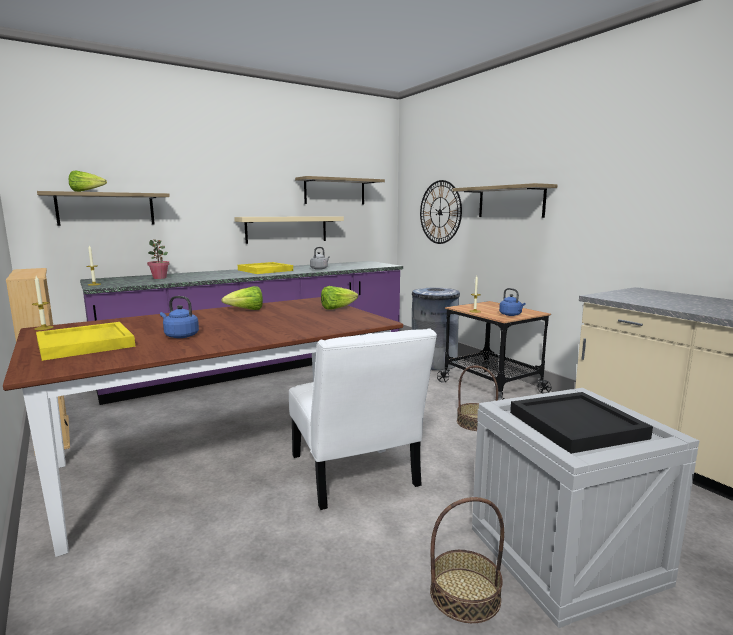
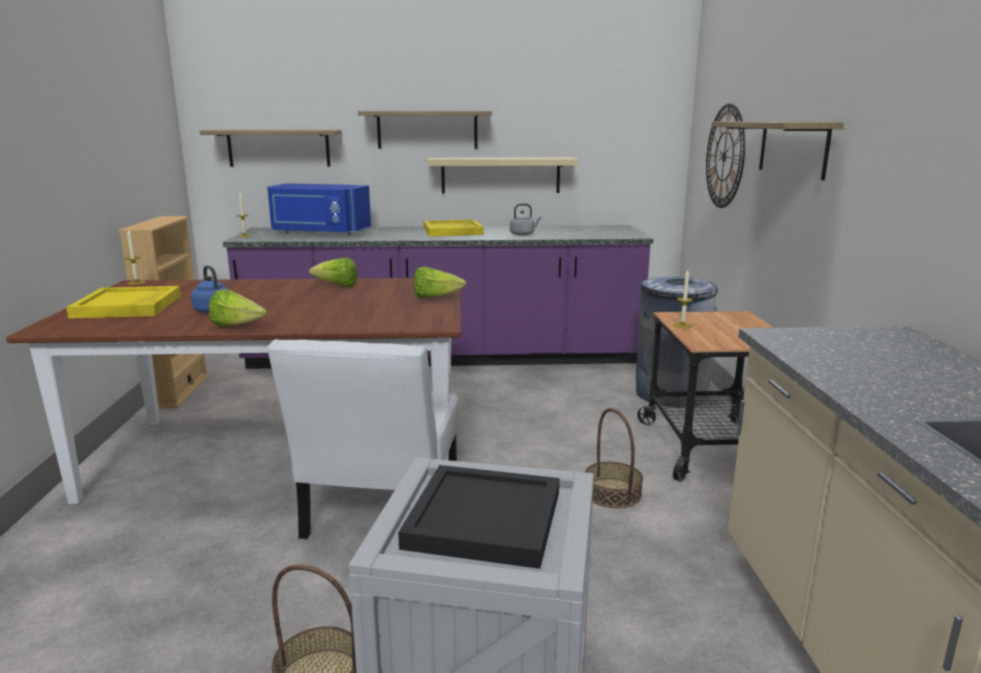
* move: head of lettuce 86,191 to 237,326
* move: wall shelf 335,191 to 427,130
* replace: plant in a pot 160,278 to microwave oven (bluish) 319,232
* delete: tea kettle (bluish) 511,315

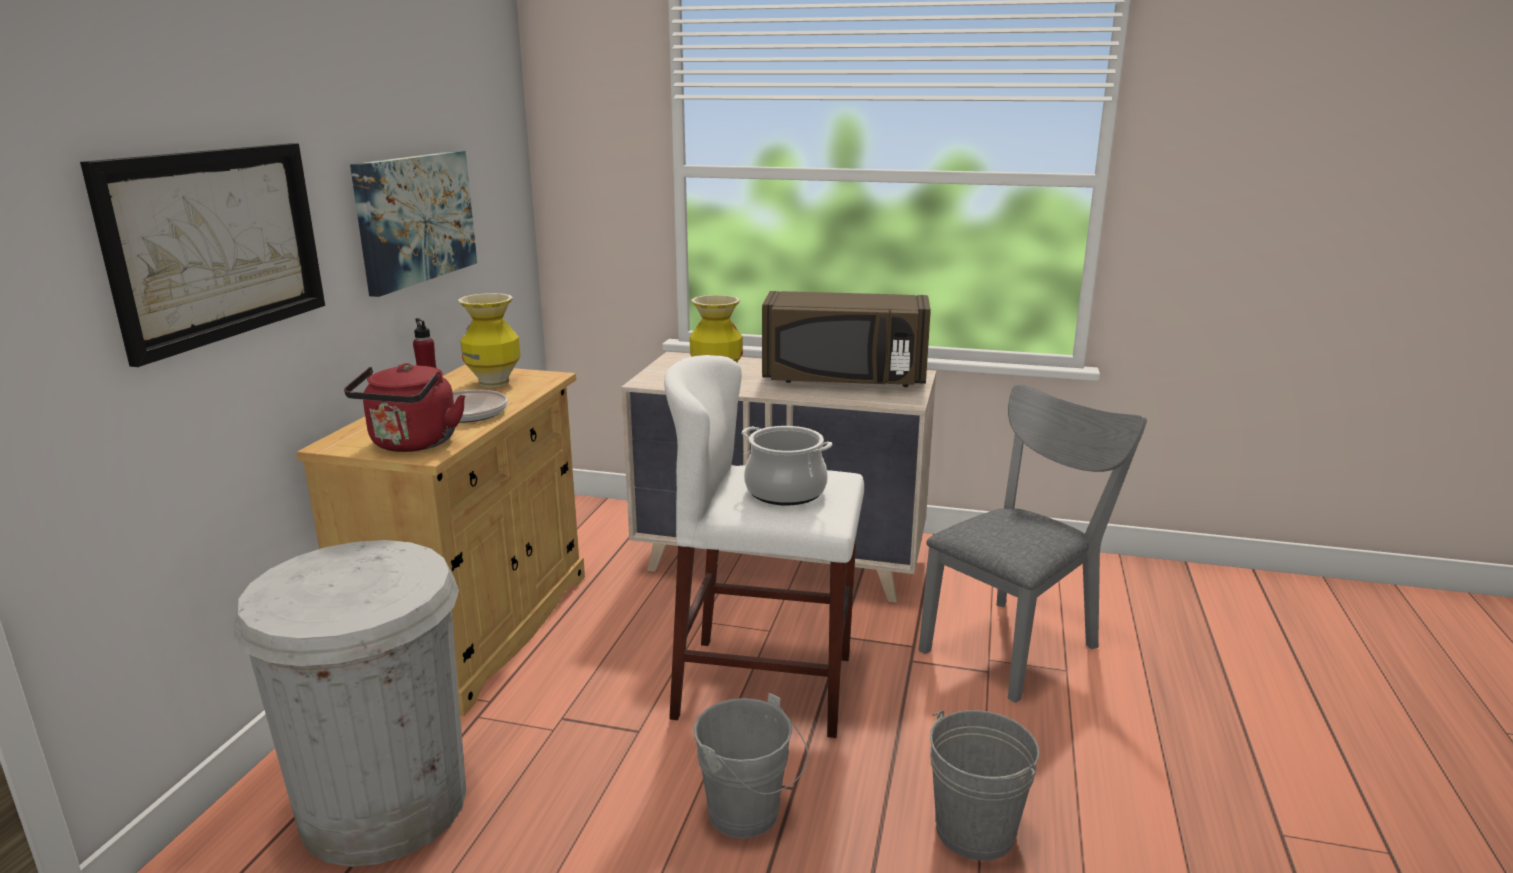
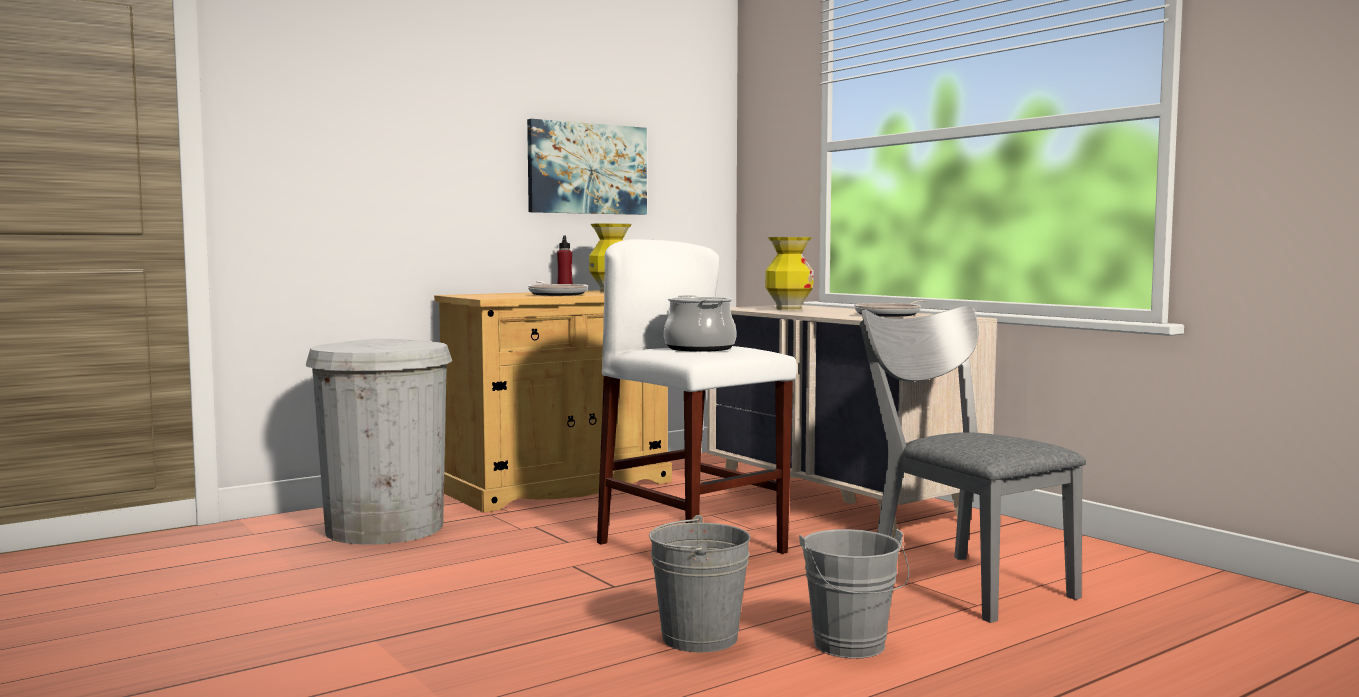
* delete: wall art 217,244
* replace: microwave oven (brown) 844,379 to pan 890,315
* delete: tea kettle (red) 412,444
* rotate: chair (gray) 1016,643 = 961,582 120 degrees counterclockwise
* move: bucket (gray) 749,817 to 852,648

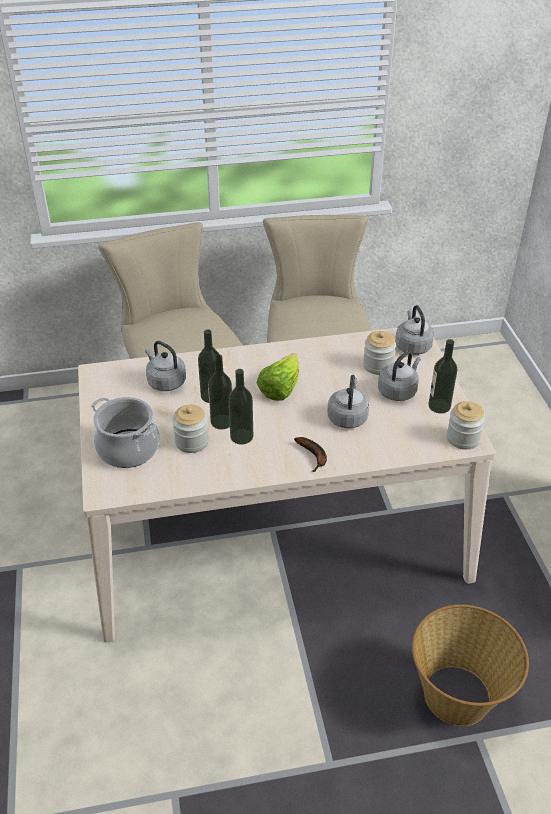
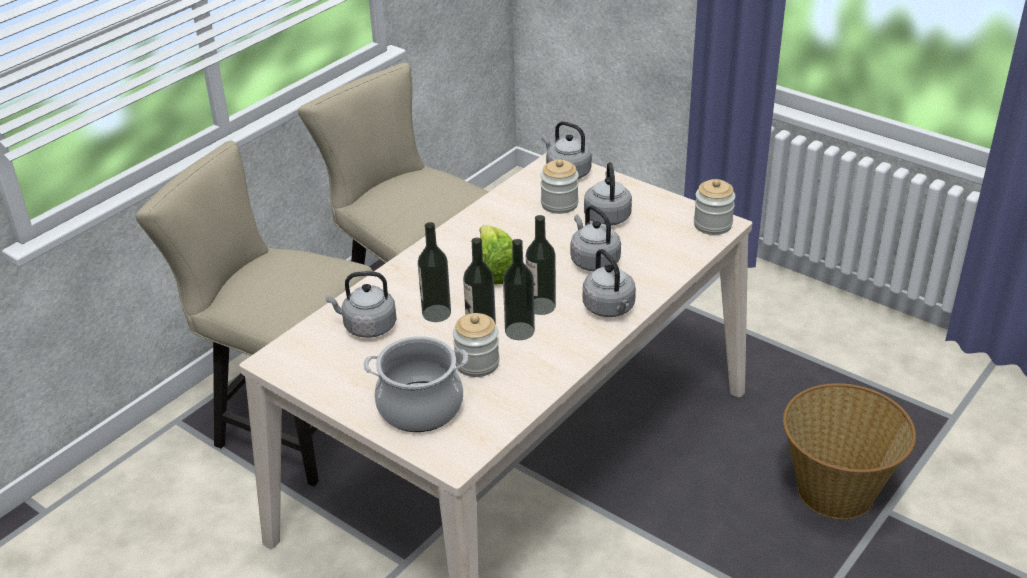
* move: drink bottle 439,406 to 541,306
* replace: banana fruit 314,456 to tea kettle (gray) 610,309

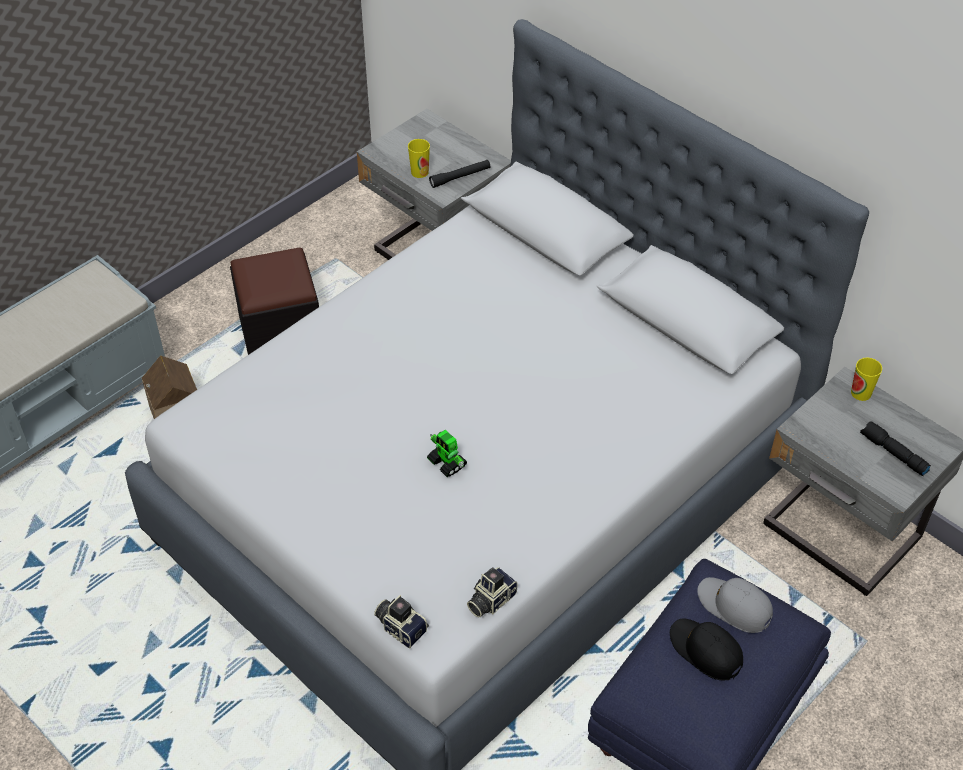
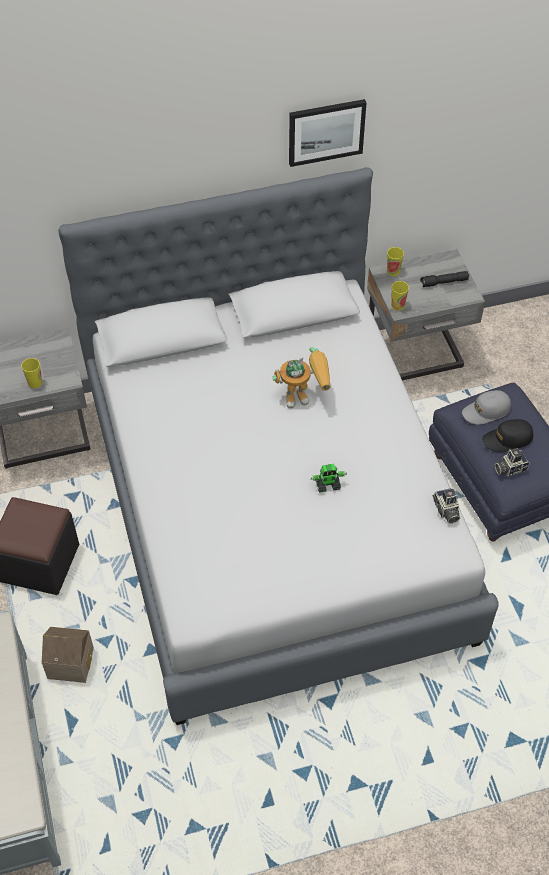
* delete: hand torch (black-coloured) 460,177
* move: photo camera 401,627 to 509,468
* insert: wall art 326,131
* insert: cup 398,305
* insert: model robot 304,395

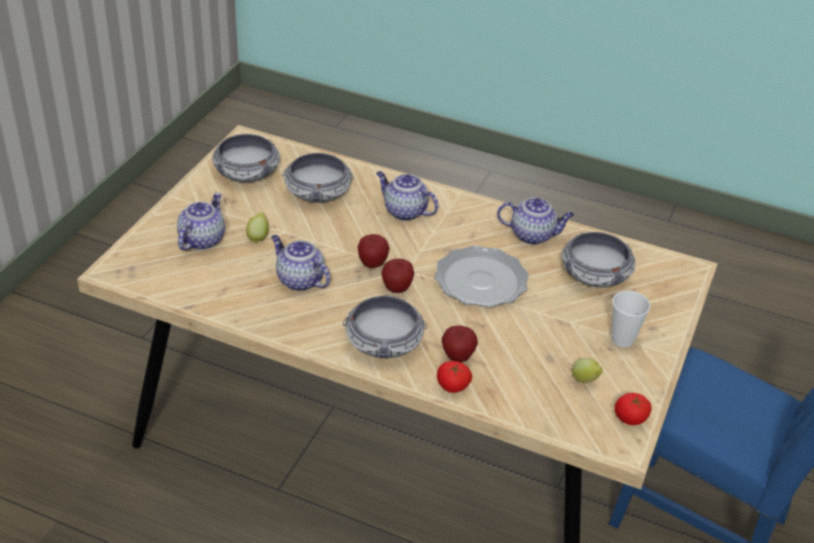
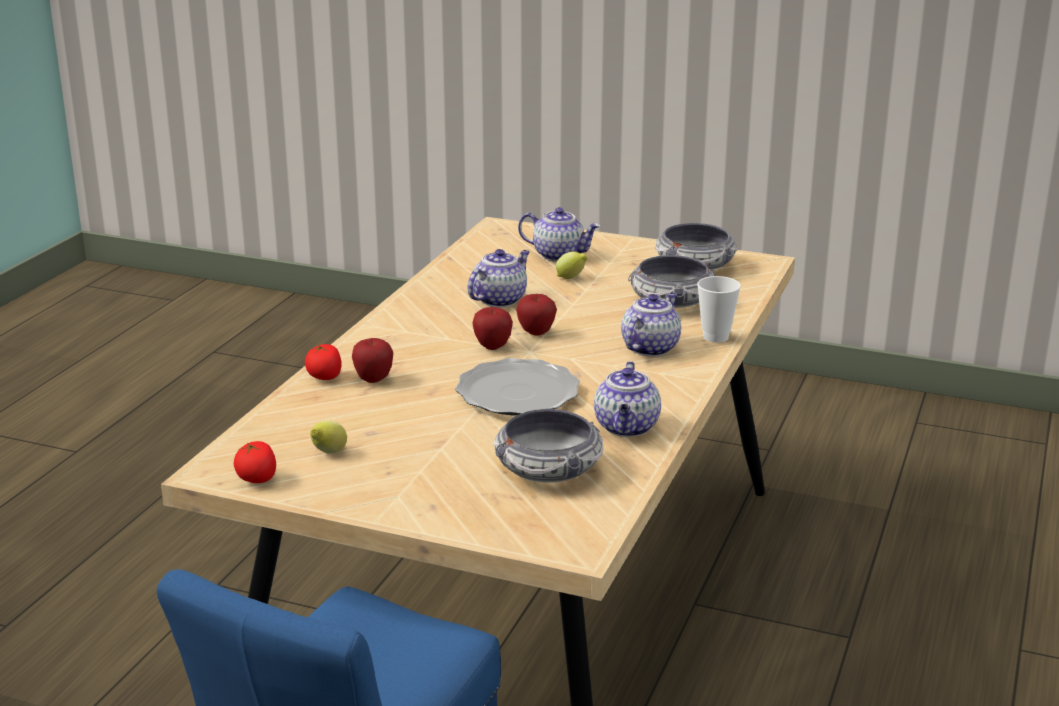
* move: cup 622,339 to 715,337
* delete: deep dish 384,342

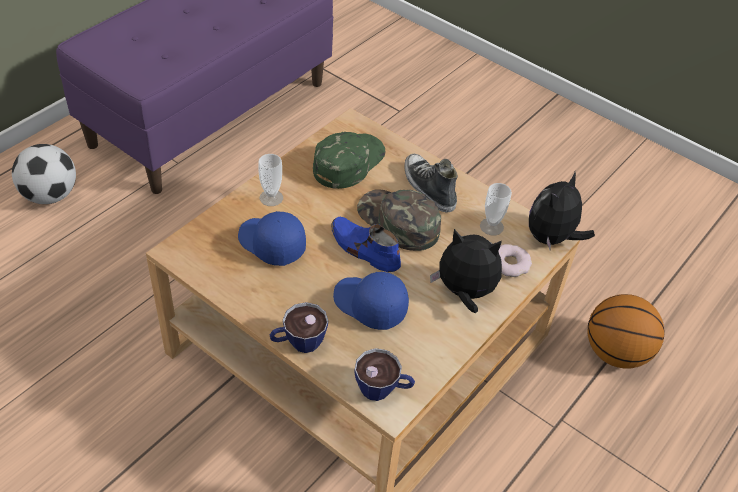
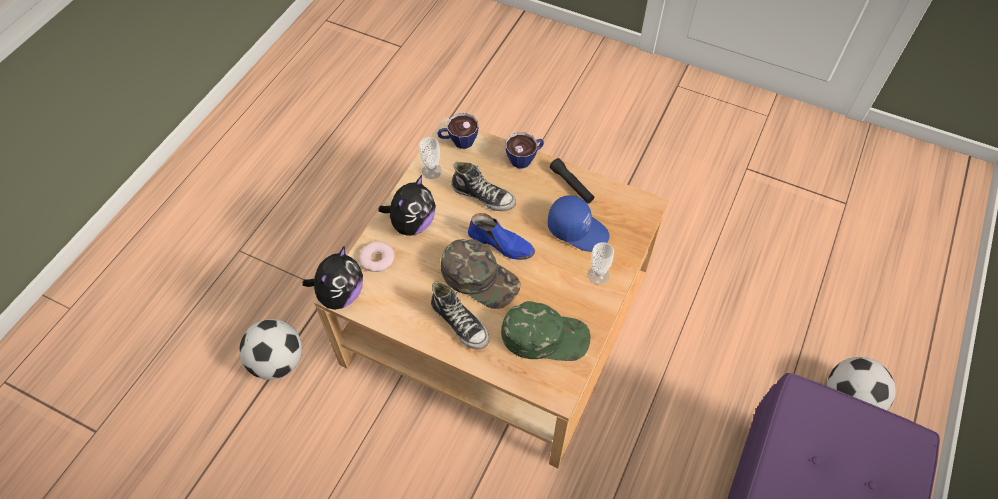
* rotate: peaked cap (green-coloured) 348,162 = 545,336 105 degrees counterclockwise
* move: cup 491,226 to 432,171
* rotate: soft toy 464,293 = 412,224 60 degrees counterclockwise
* replace: peaked cap (bluish) 369,306 to shoe 483,196
* replace: basketball ball 616,353 to ball for football 278,361
* insert: hand torch (black-coloured) 571,185

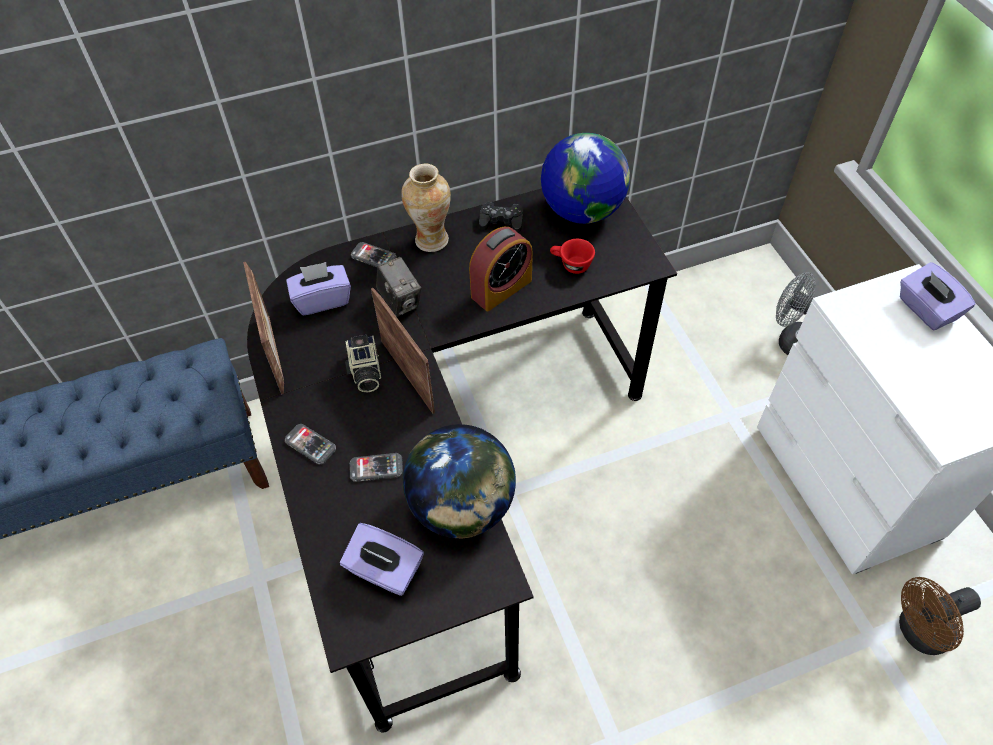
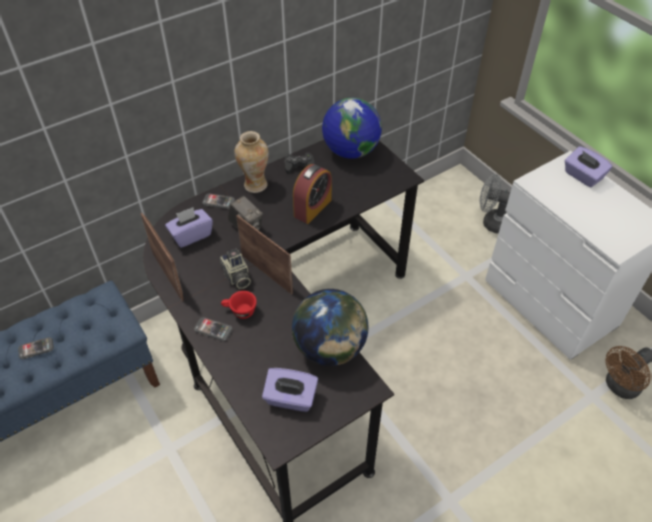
* move: cup (red) 571,265 to 240,311
* move: phone 376,468 to 36,349

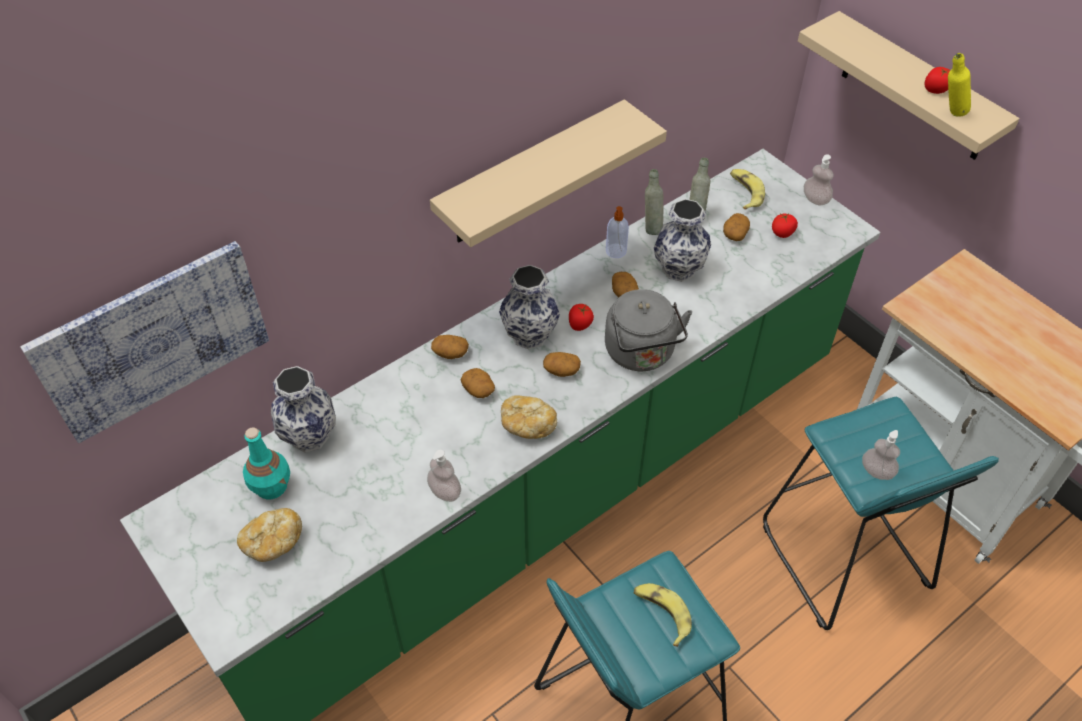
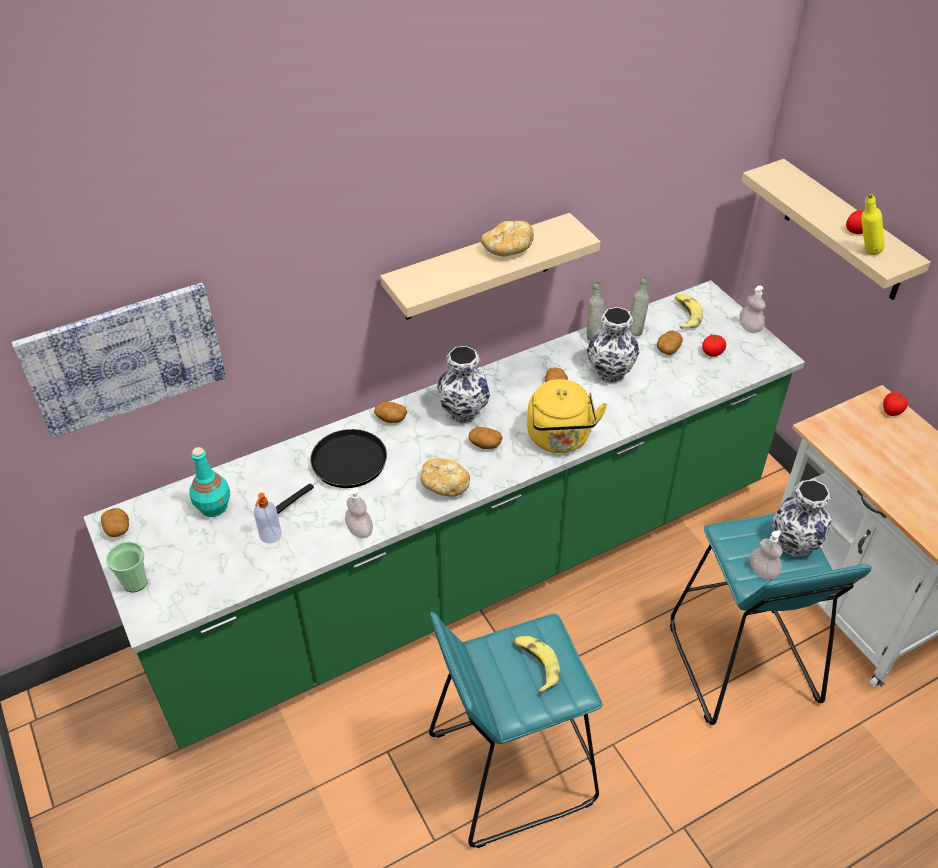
* move: liquid soap bottle 616,251 to 270,535
* recolor: tea kettle (gray) 641,354 to tea kettle (yellow) 560,439
* move: fresh tomato 580,324 to 891,411
* move: decorative vase 309,437 to 794,544
* move: whole potato 479,389 to 118,529
* move: baked bread 273,542 to 507,250
* insert: pan (black-coloured) 344,466
* insert: cup 135,582

